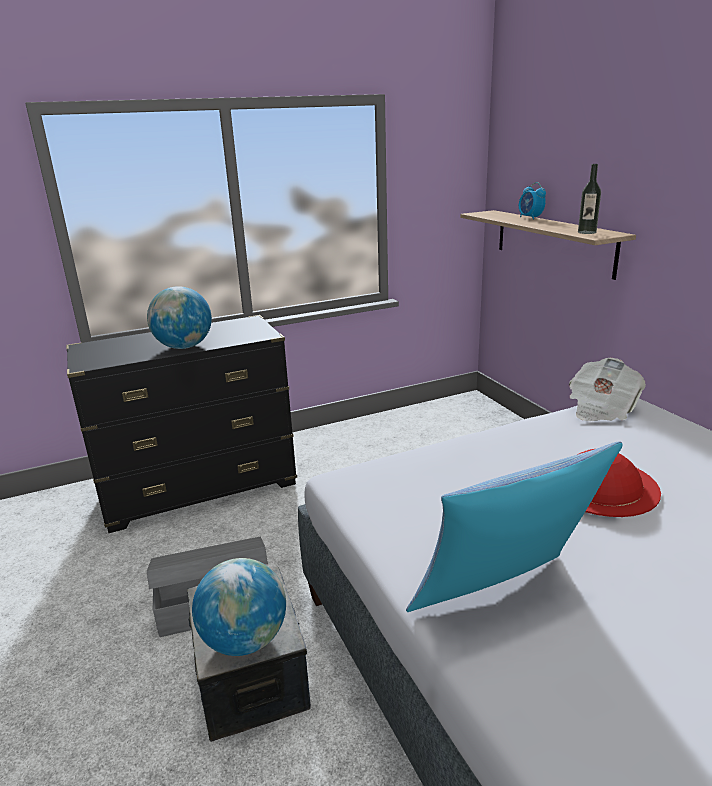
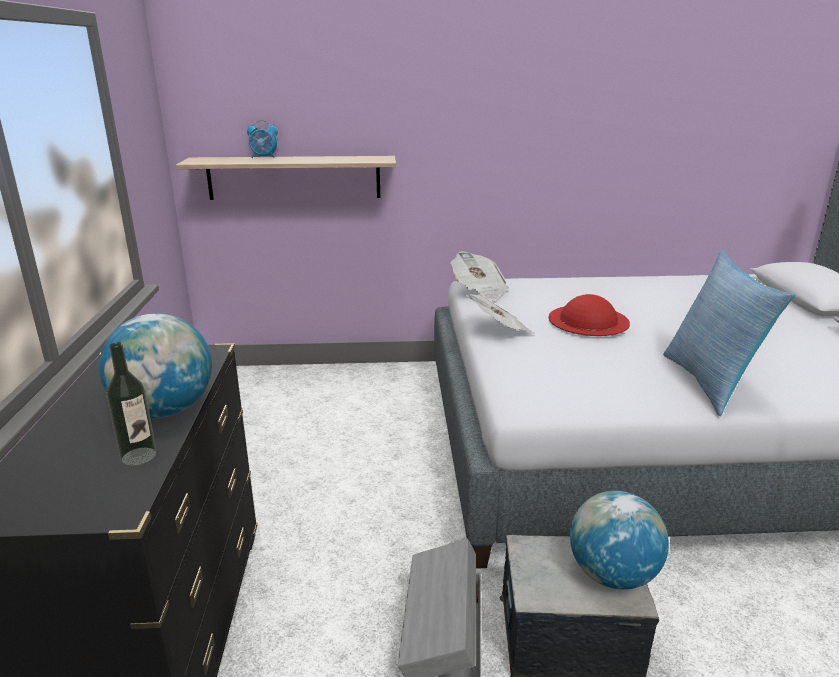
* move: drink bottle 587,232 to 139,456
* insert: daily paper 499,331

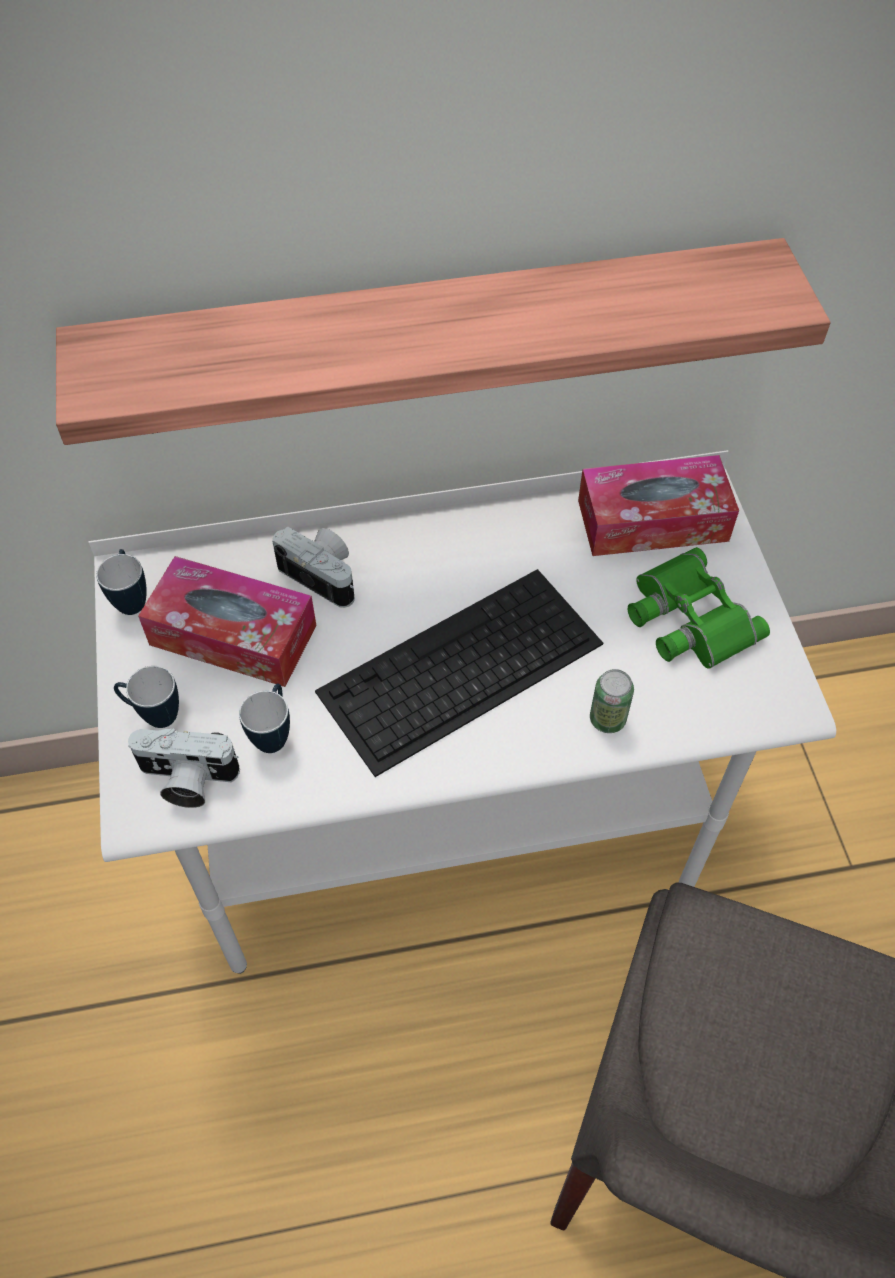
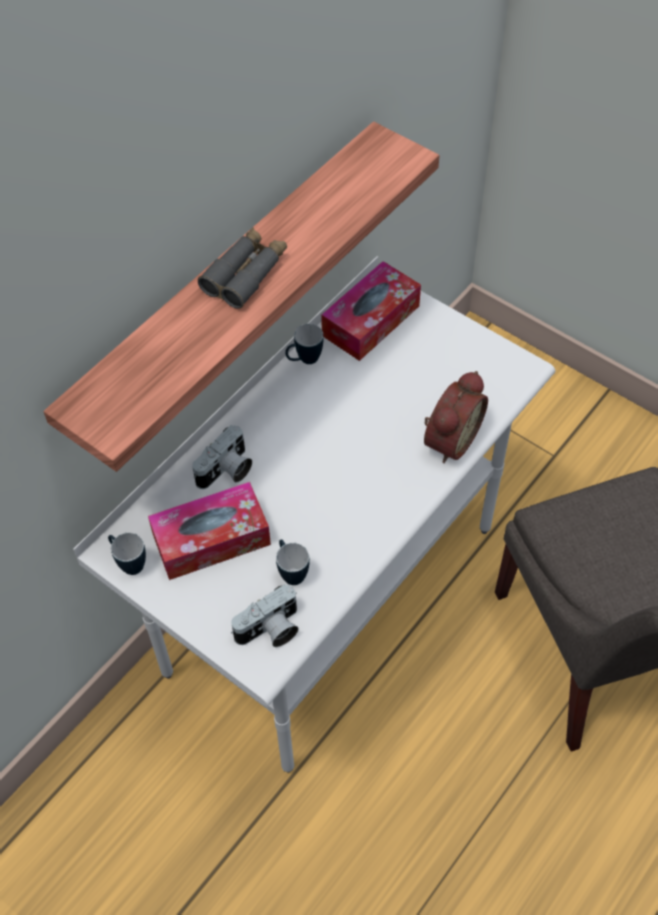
* rotate: photo camera 324,575 = 226,471 135 degrees clockwise
* delete: pair of binoculars (green-coloured) 687,619
* delete: computer keyboard 459,670
* move: coffee mug 154,715 to 304,360
* replace: can 607,719 to alarm clock 449,439
* insert: pair of binoculars (gray) 245,274

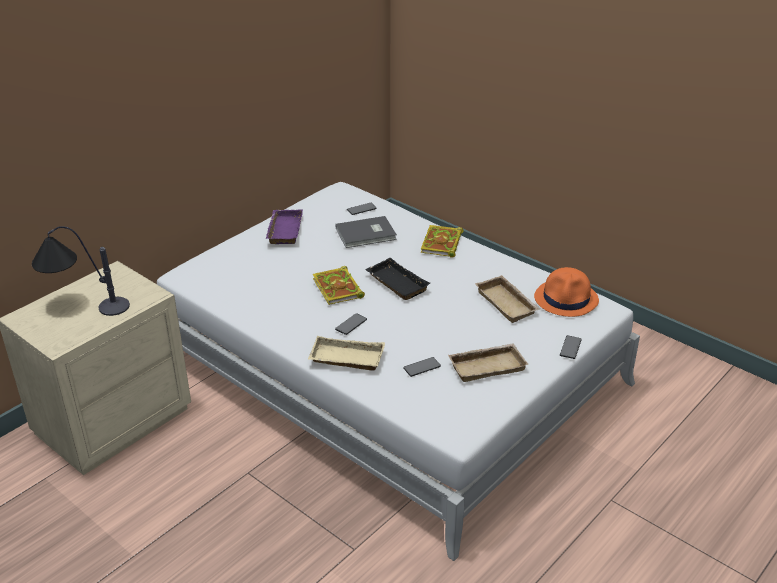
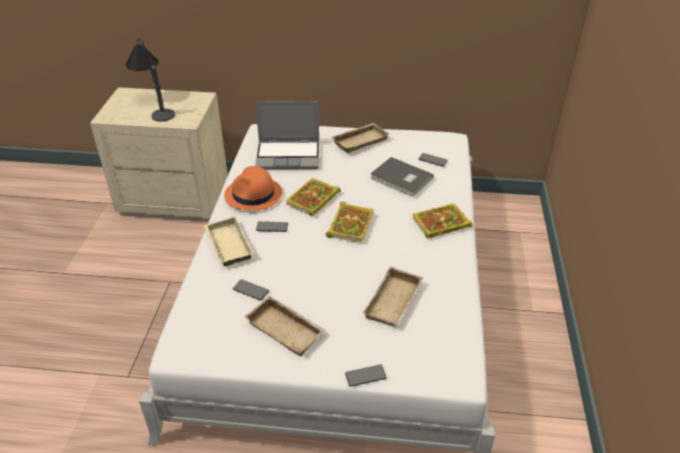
* recolor: carrying tray (purplish) 283,230 to carrying tray (beige-coloured) 360,140
* replace: carrying tray (black-coloured) 395,283 to bound book 350,224
* move: wearable hat (orange) 566,299 to 253,195
* insert: laptop 289,156

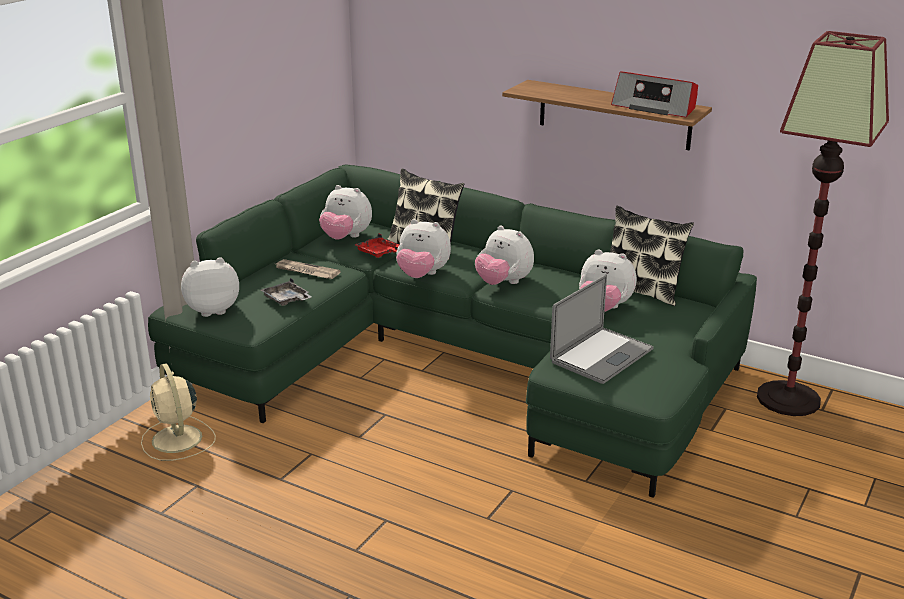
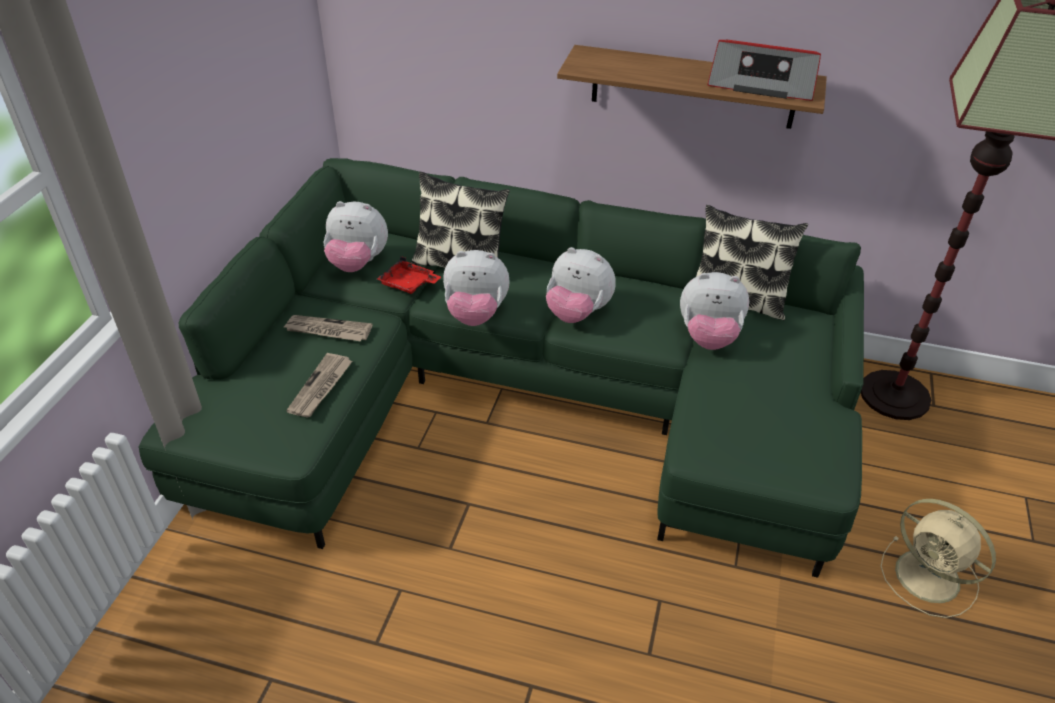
* delete: soft toy 212,310
* delete: laptop 601,355
* replace: carrying tray (gray) 287,300 to daily paper 321,387
* move: cooling fan (beige-coloured) 177,440 to 930,578

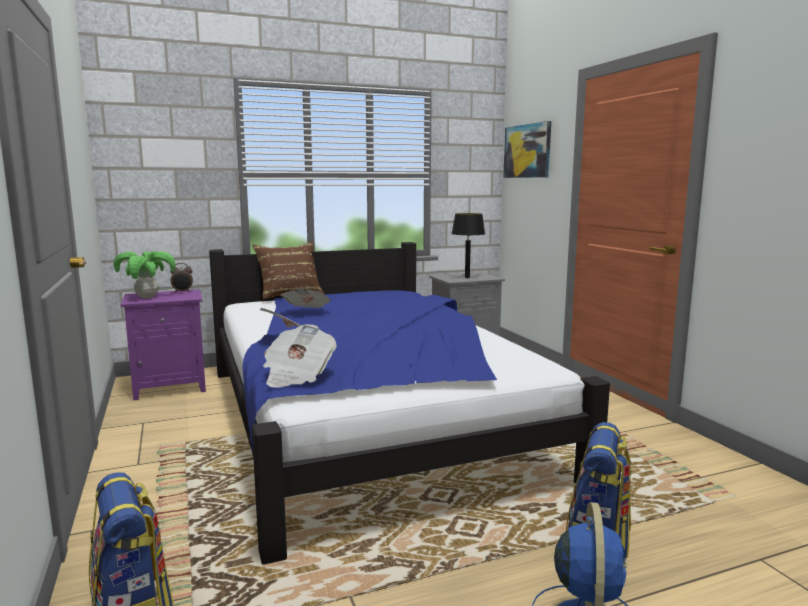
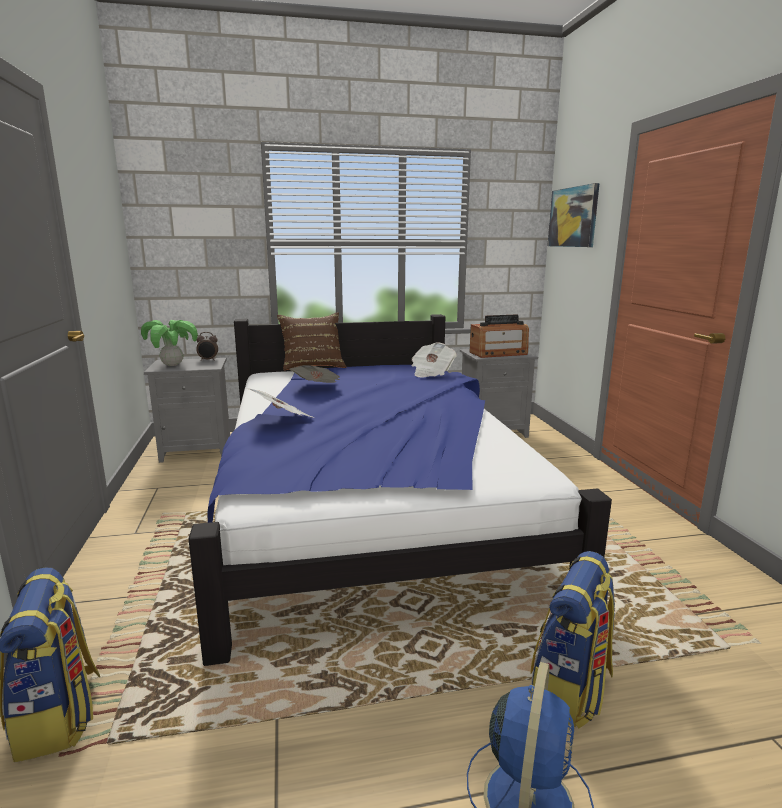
* replace: lamp for a table (black-coloured) 467,277 to radio set 498,353
* recolor: bedside table (purplish) 171,387 to bedside table (gray) 197,450
* move: daily paper 297,375 to 431,372

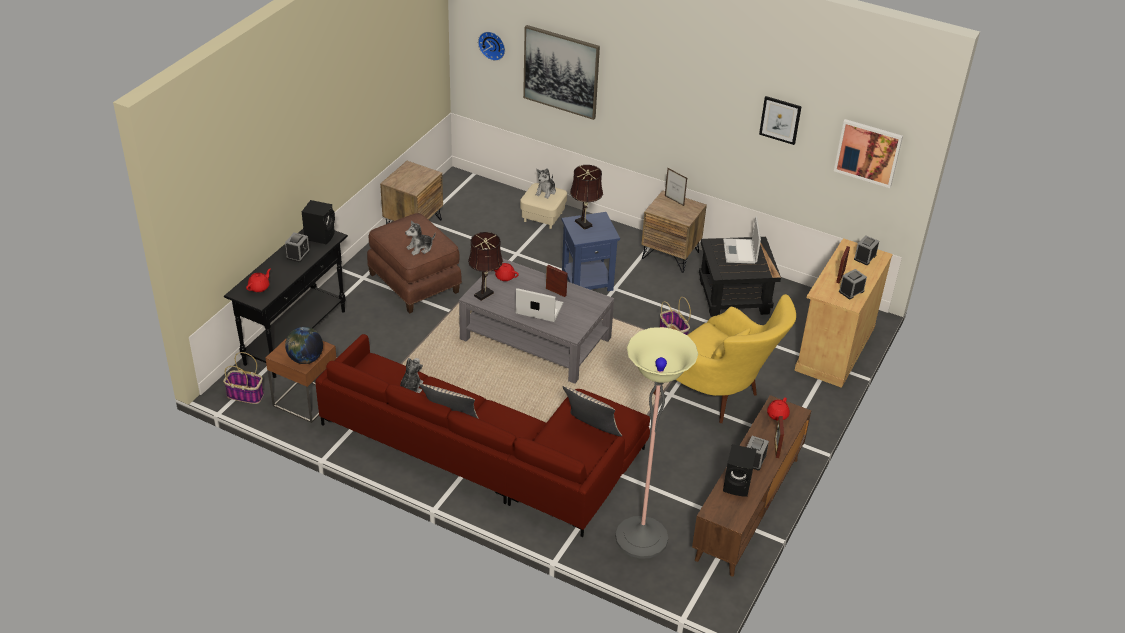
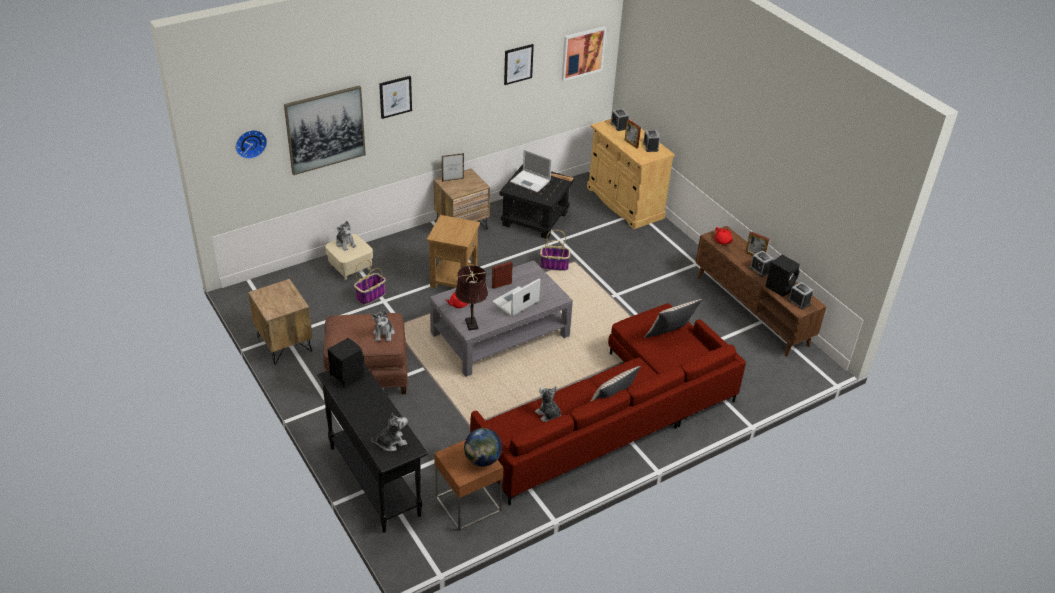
* delete: lamp for a table (brown) 584,224
* recolor: accent table (bluish) 588,280 to accent table (brown) 453,278
* move: alarm clock 298,254 to 799,302
* replace: pot for tea (red) 259,287 to soft toy 391,442
* delete: armchair (yellow) 720,397
* delete: floor lamp 641,538
* move: basket 246,395 to 371,295
* insert: wall art 395,97

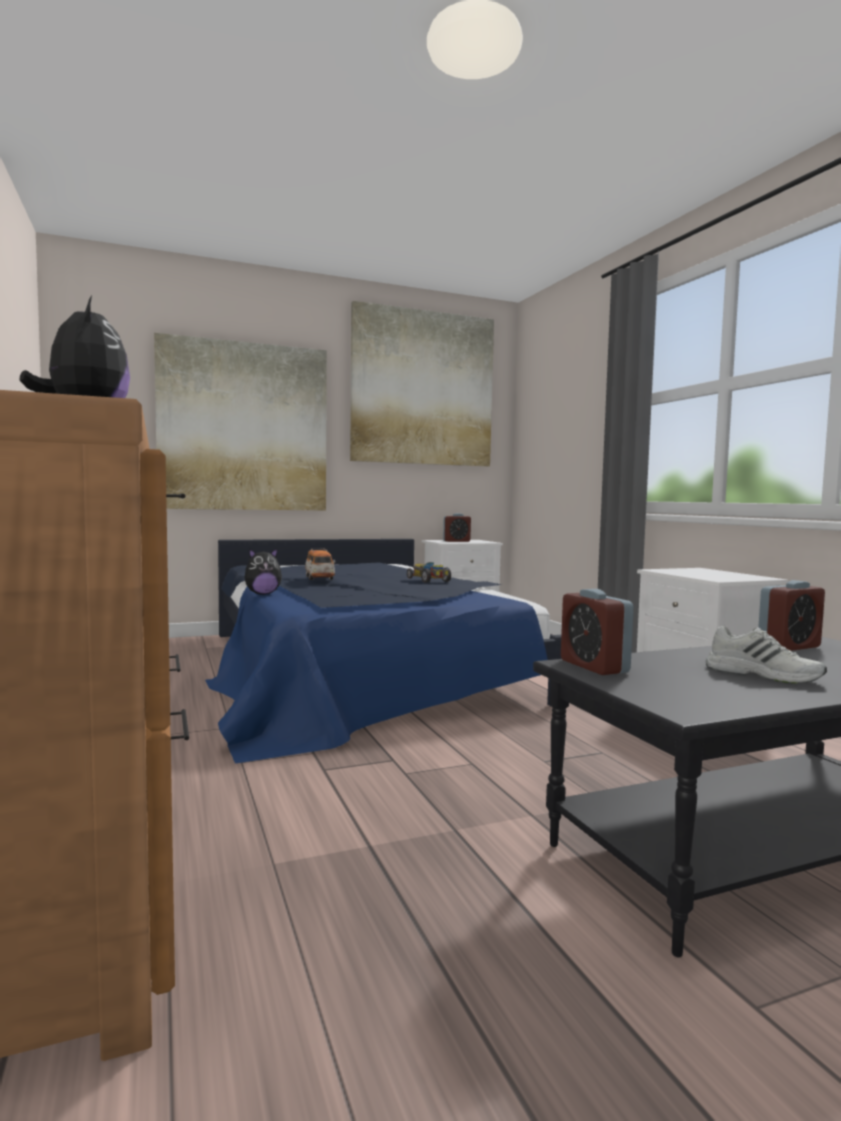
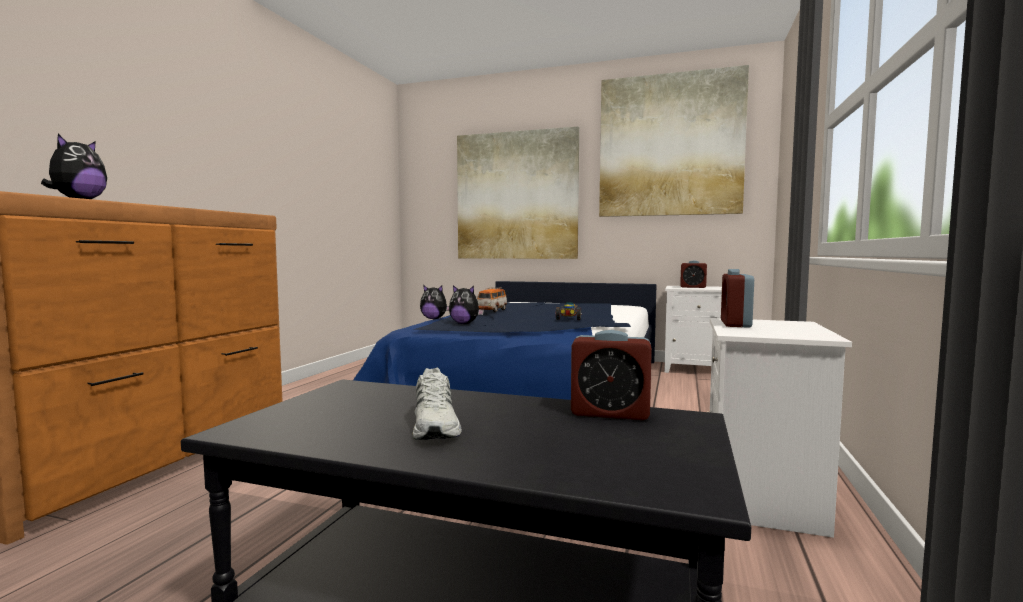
* move: alarm clock 594,666 to 735,324
* insert: soft toy 464,323

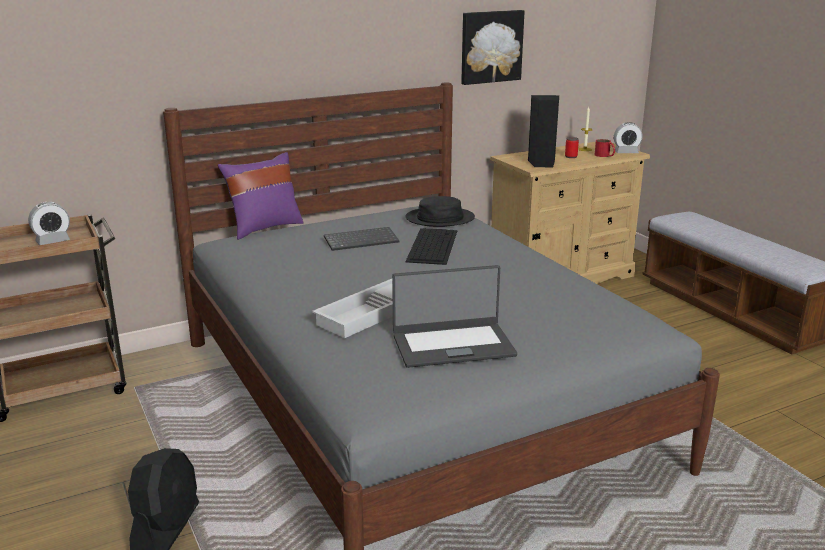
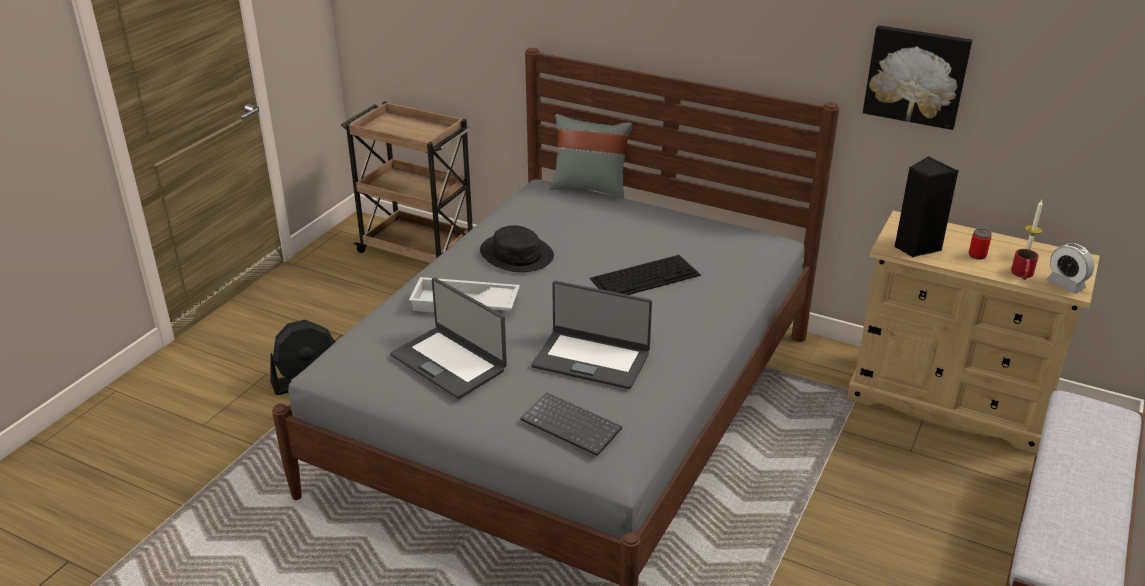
* recolor: throw pillow (purplish) 264,227 to throw pillow (gray) 590,188
* move: wearable hat (black-coloured) 440,218 to 517,254
* delete: alarm clock 53,241
* move: computer keyboard 362,240 to 573,425
* insert: laptop 591,359

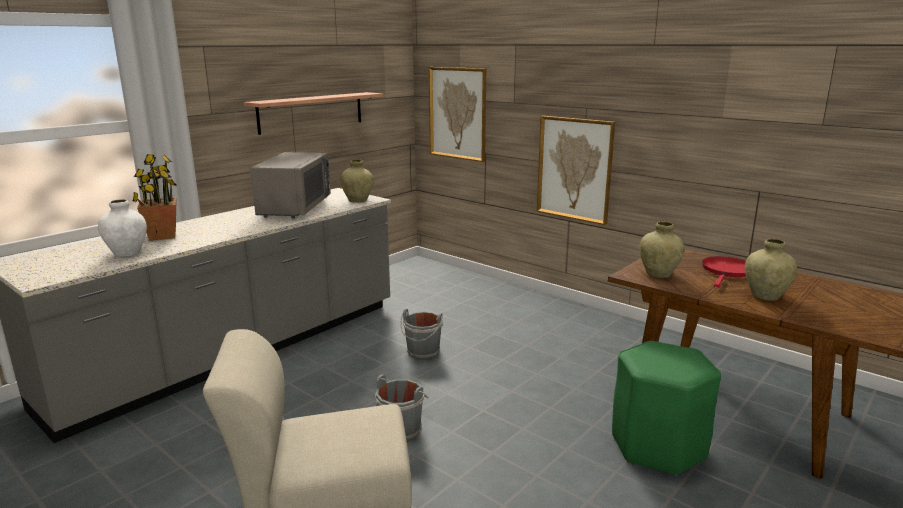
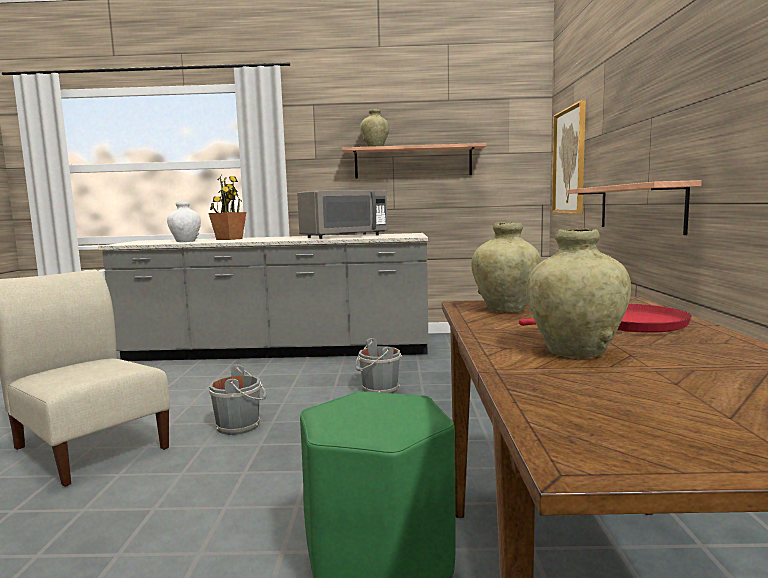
* replace: wall art 574,169 to wall shelf 639,207
* move: decorative vase (beige-coloured) 358,201 to 375,147

